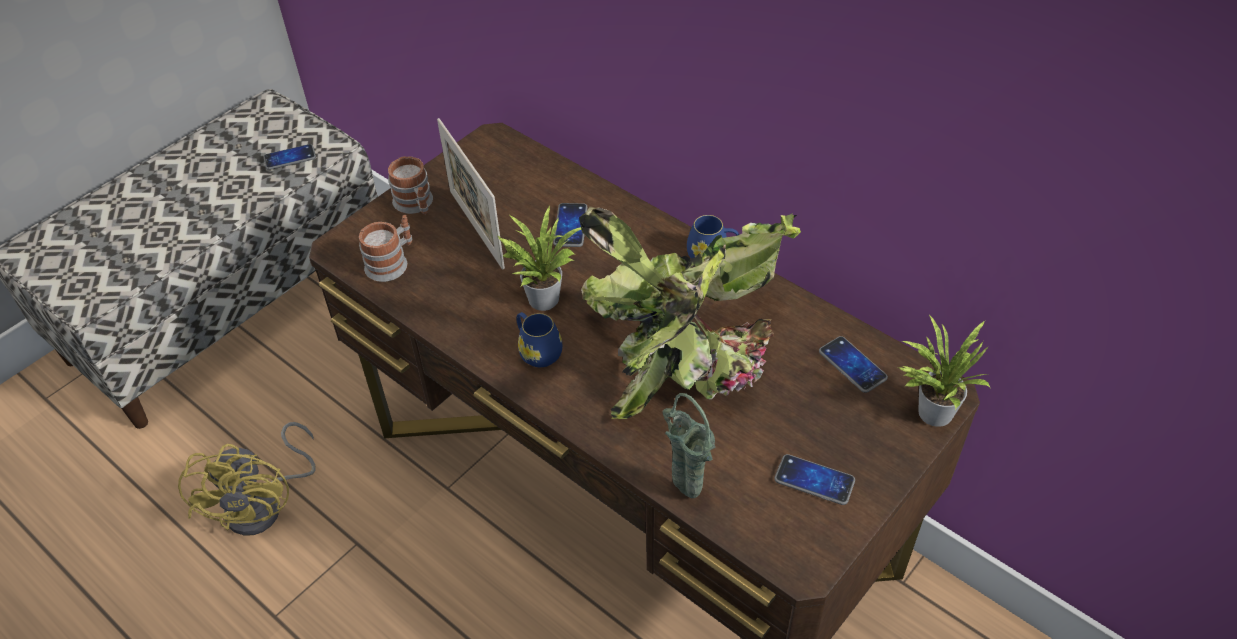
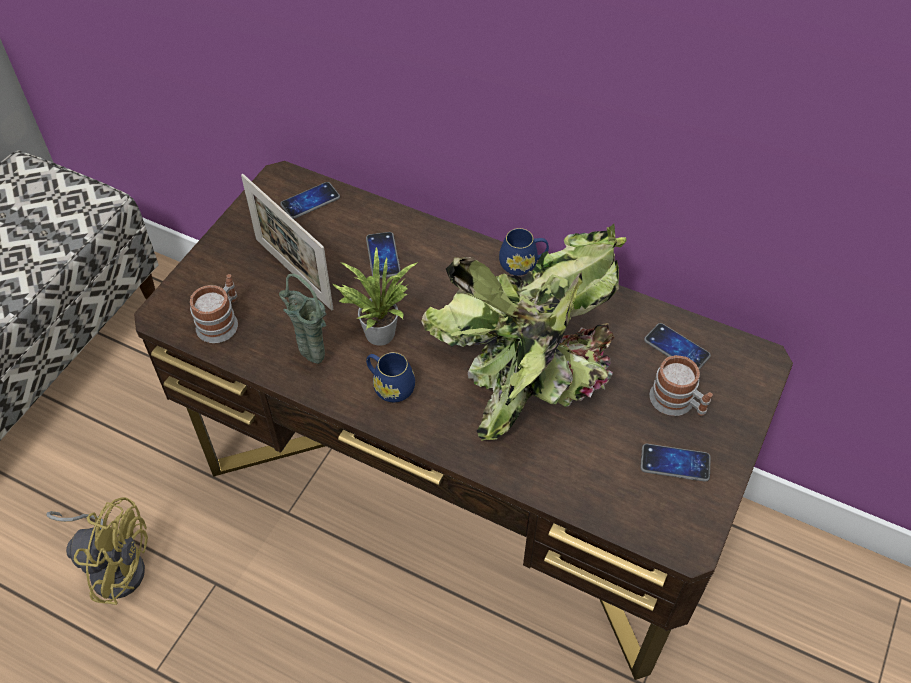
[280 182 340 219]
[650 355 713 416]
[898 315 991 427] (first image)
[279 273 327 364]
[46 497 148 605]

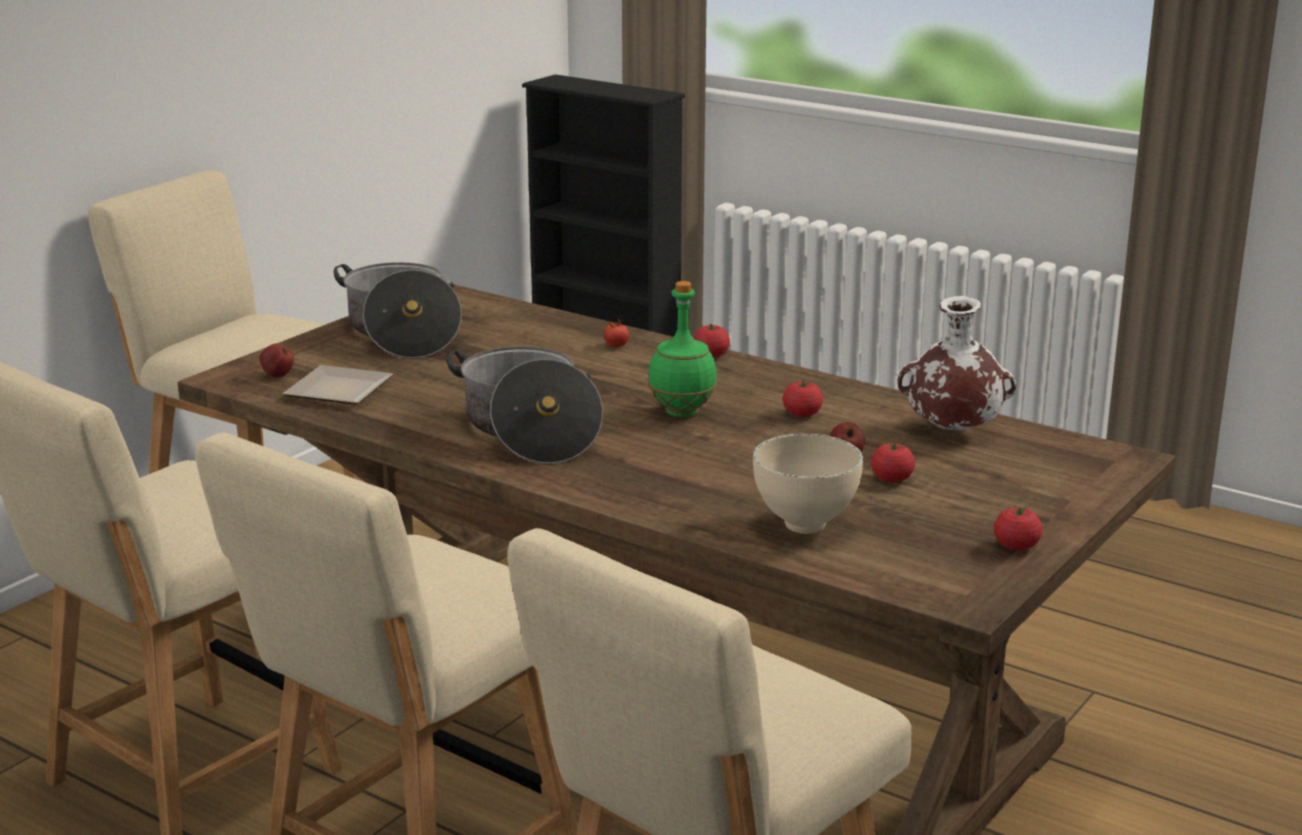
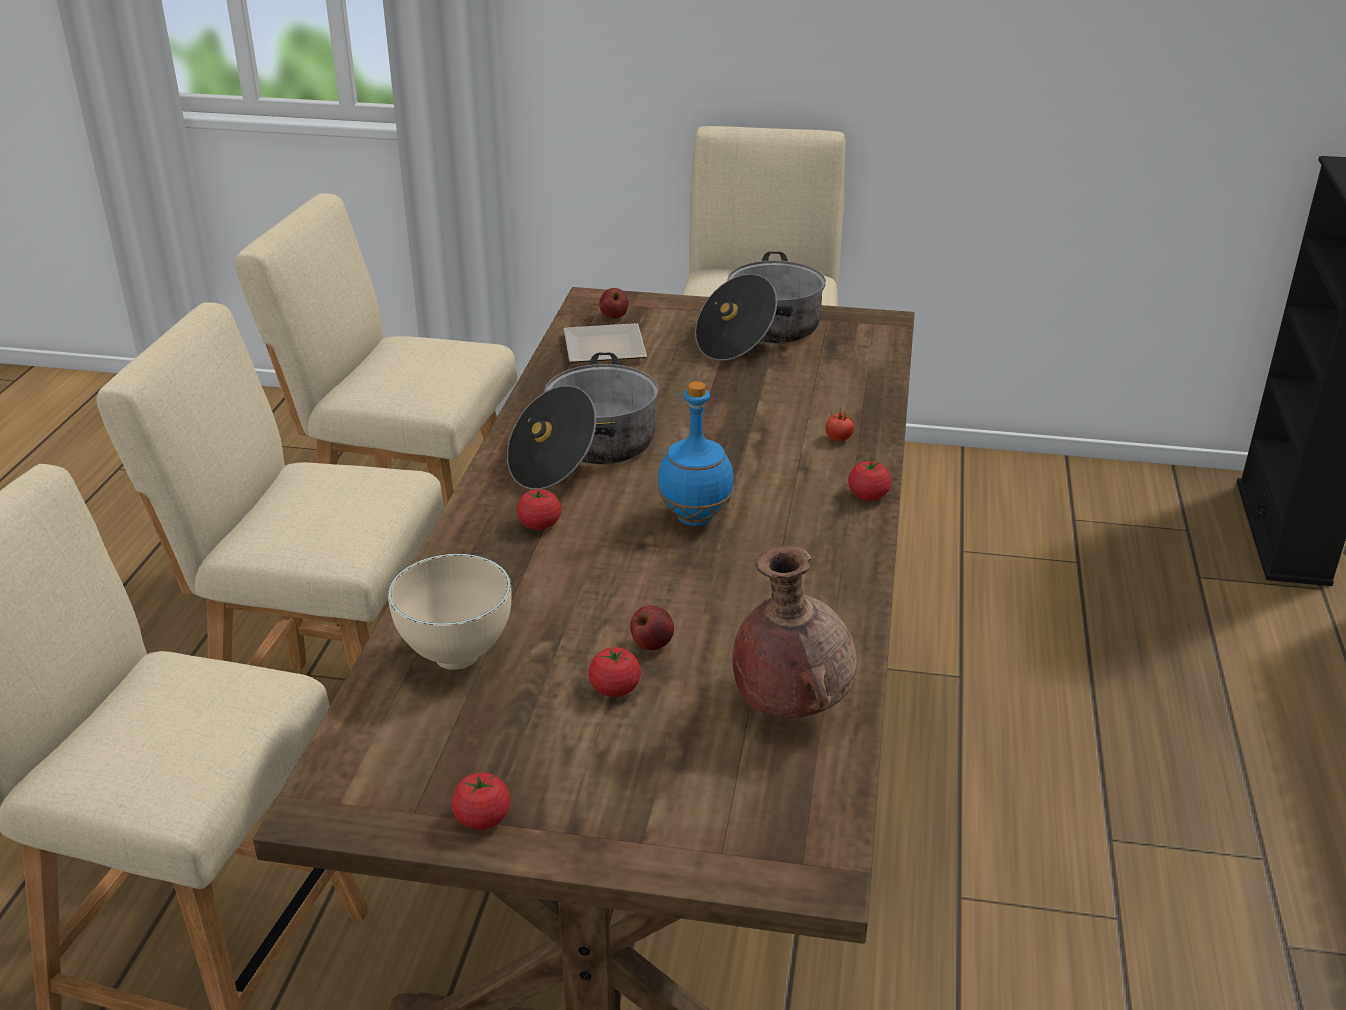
[657 381 734 526]
[732 546 857 718]
[517 488 561 530]

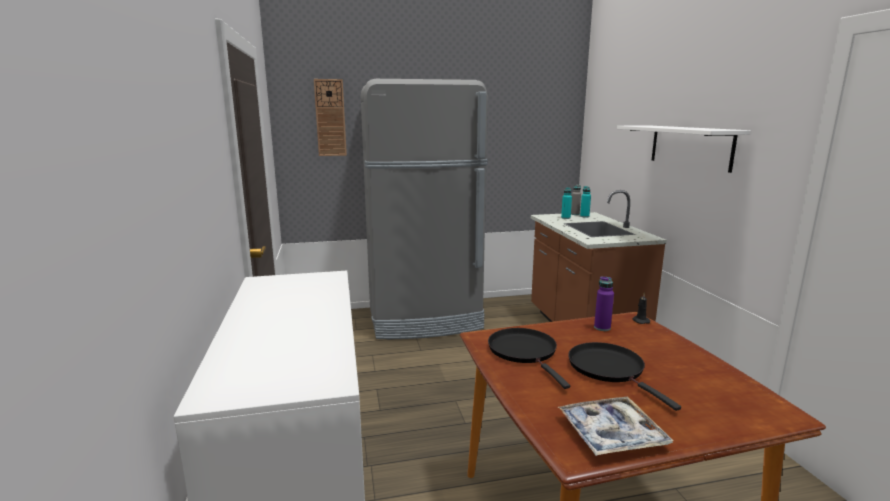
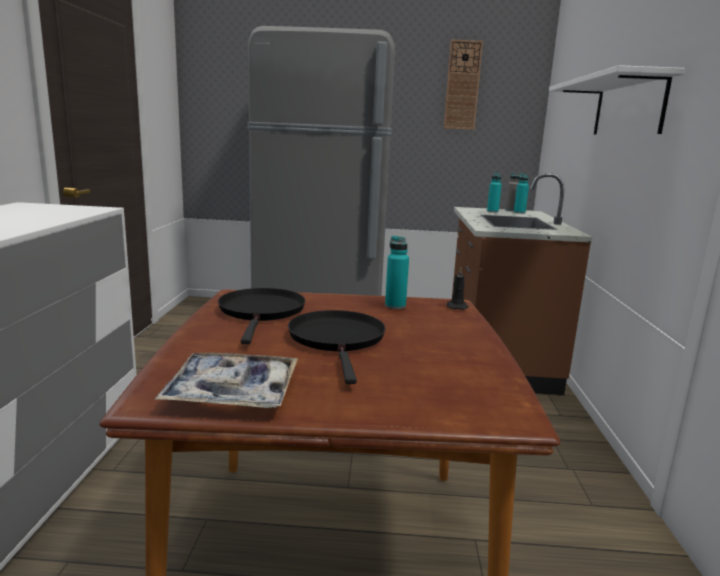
[444 40 483 130]
[385 236 409 309]

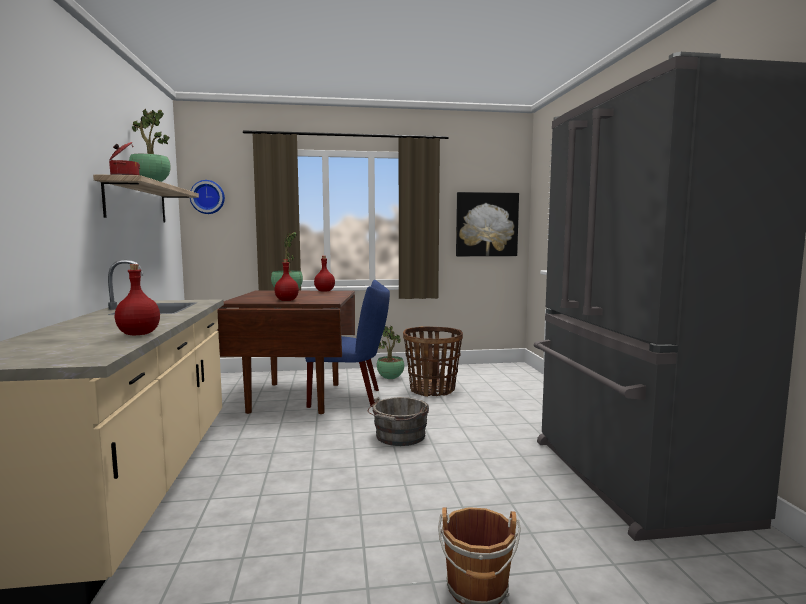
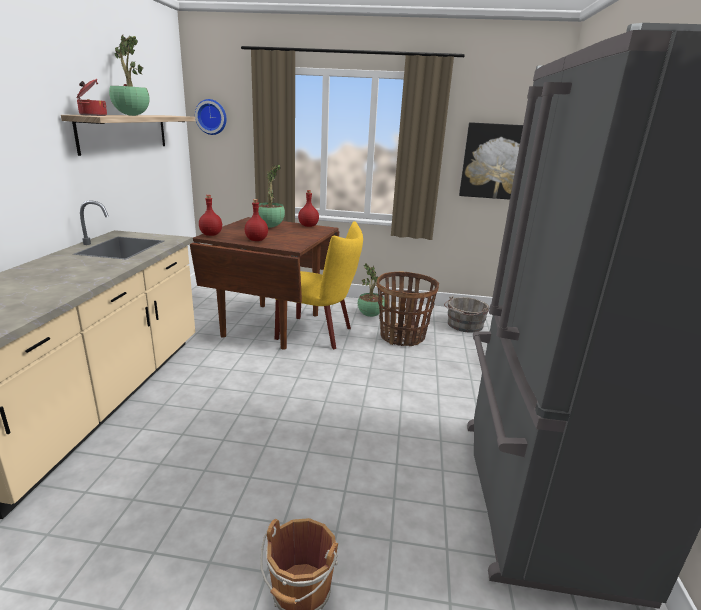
[199 195 222 236]
[275 221 363 349]
[444 295 489 333]

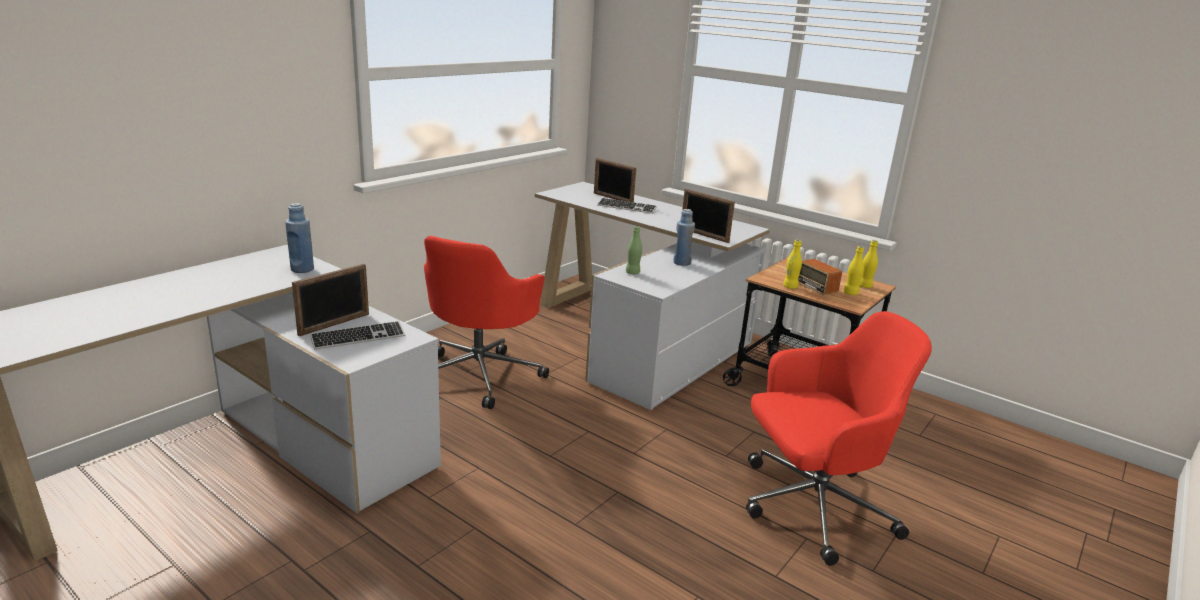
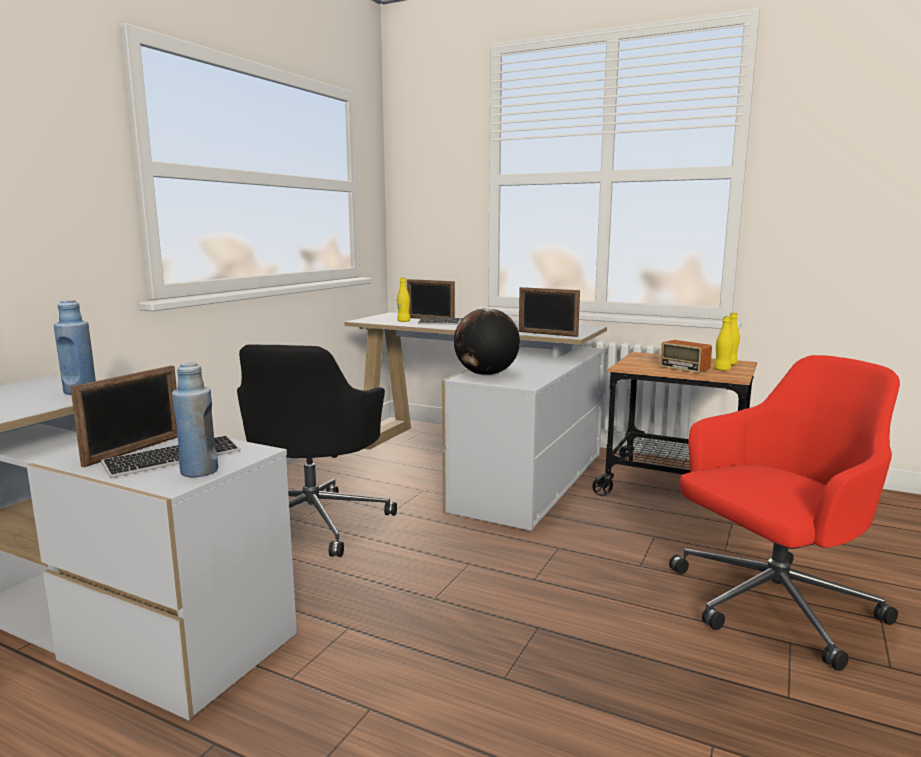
[172 363 218 477]
[454 308 520 375]
[237 344 397 557]
[397 278 411 322]

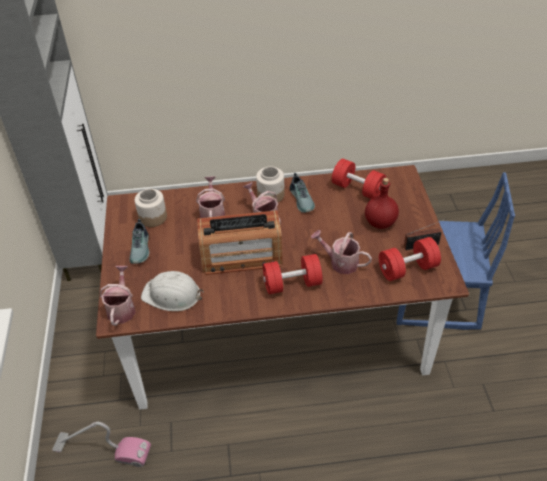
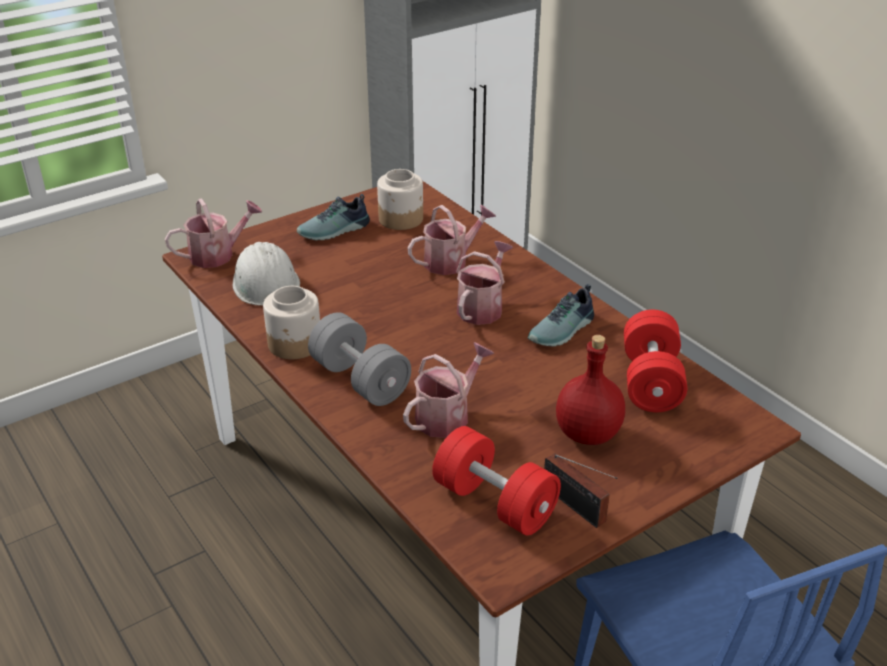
[263 286 320 359]
[197 210 283 275] (first image)
[403 342 494 438]
[308 312 411 406]
[52 422 151 467] (first image)

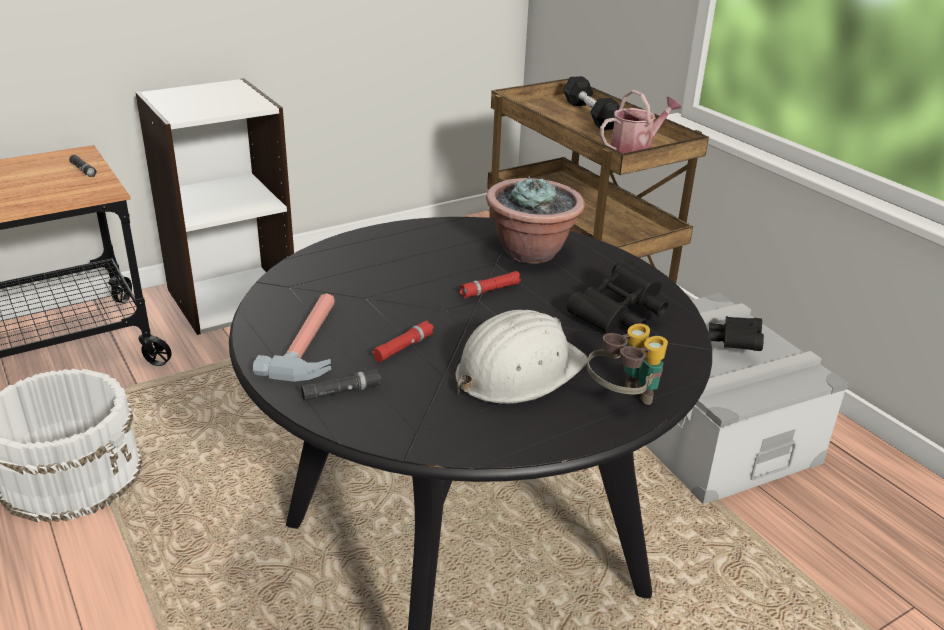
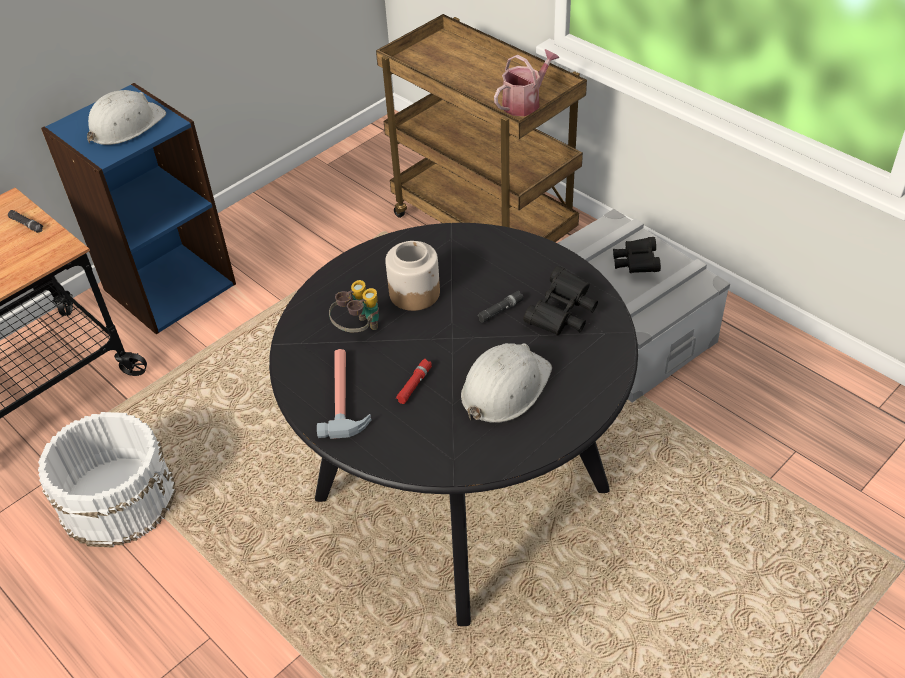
[563 76 619 130] (first image)
[41 83 236 335]
[486 176 585 264] (first image)
[460 271 521 299] (first image)
[329 280 379 332]
[478 291 524 323]
[87 90 166 145]
[385 241 440 311]

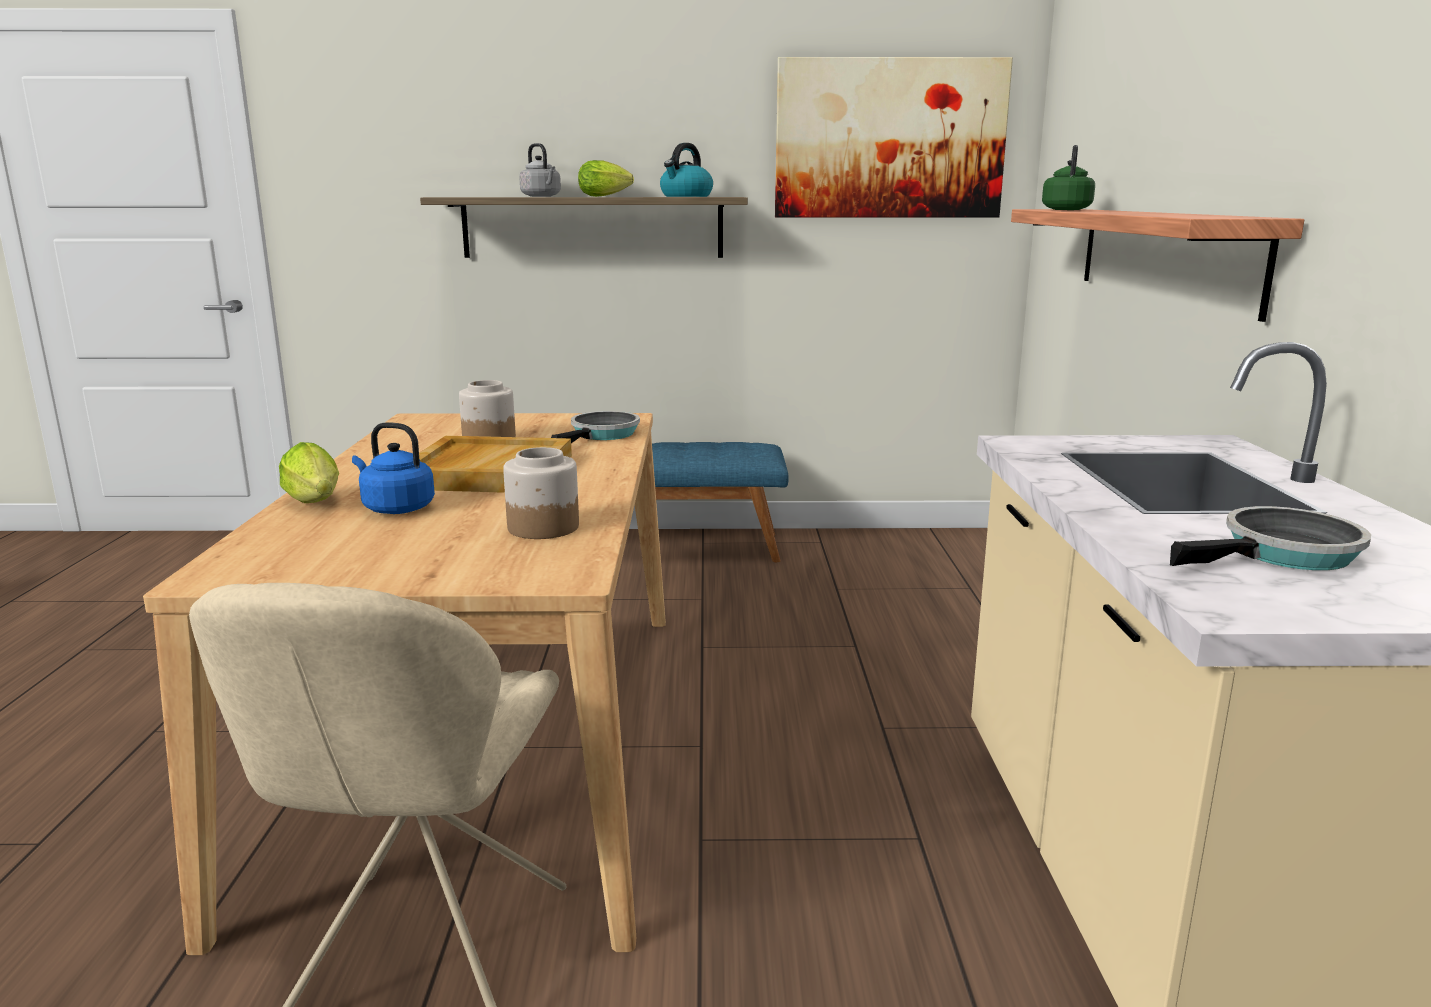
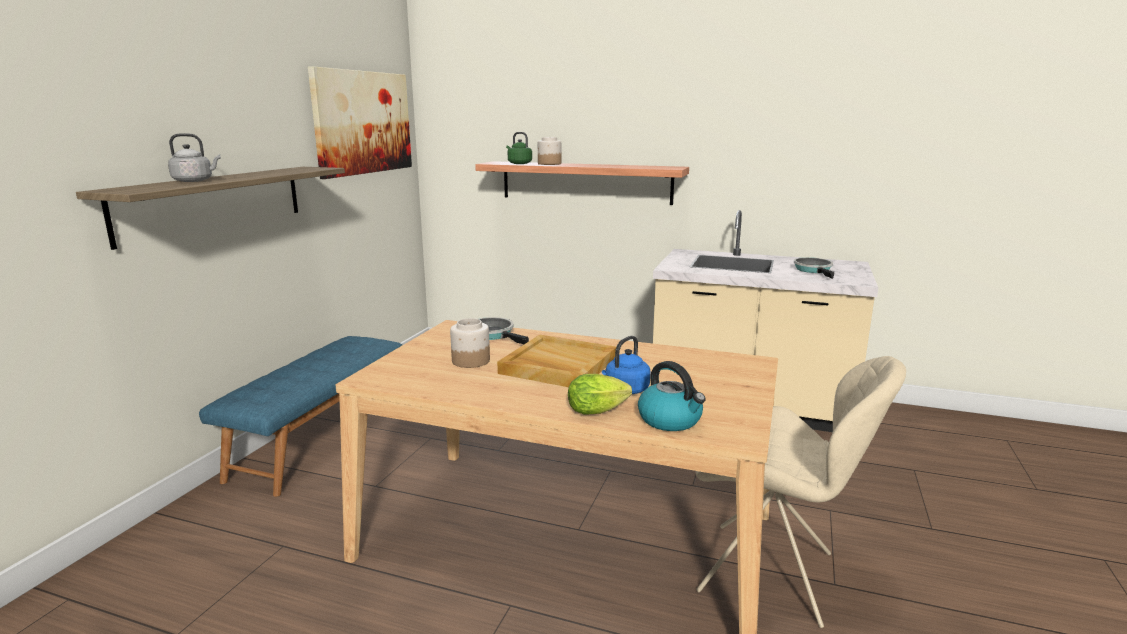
[638 361 706 431]
[578 160 634 197] (first image)
[538 137 561 165]

